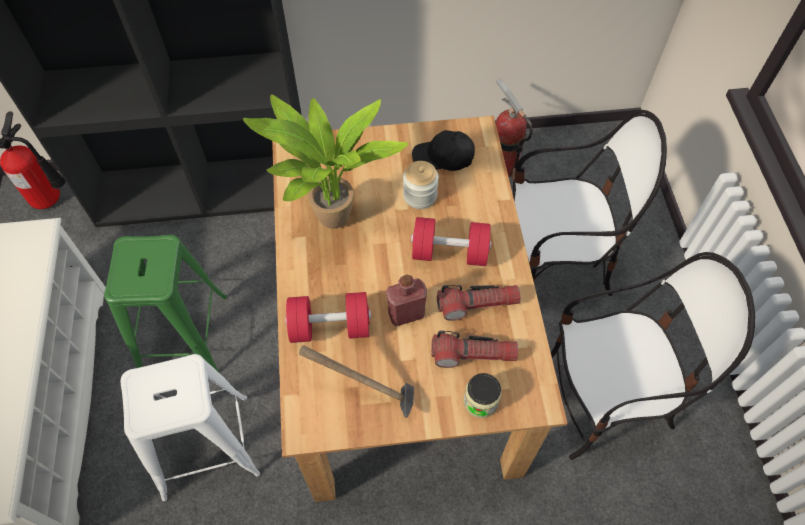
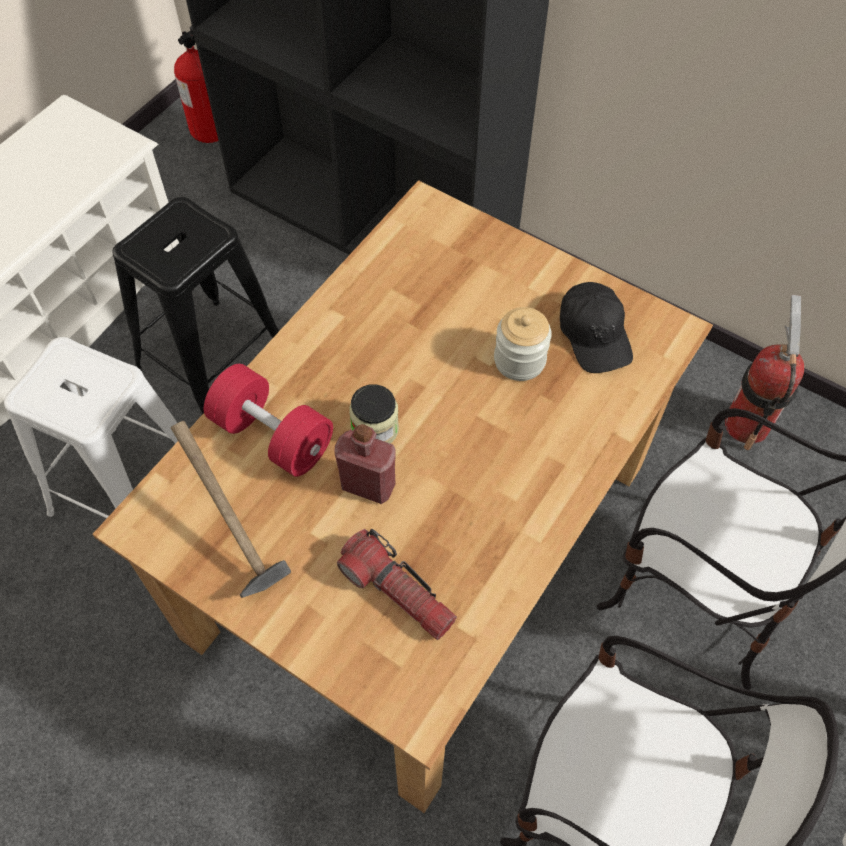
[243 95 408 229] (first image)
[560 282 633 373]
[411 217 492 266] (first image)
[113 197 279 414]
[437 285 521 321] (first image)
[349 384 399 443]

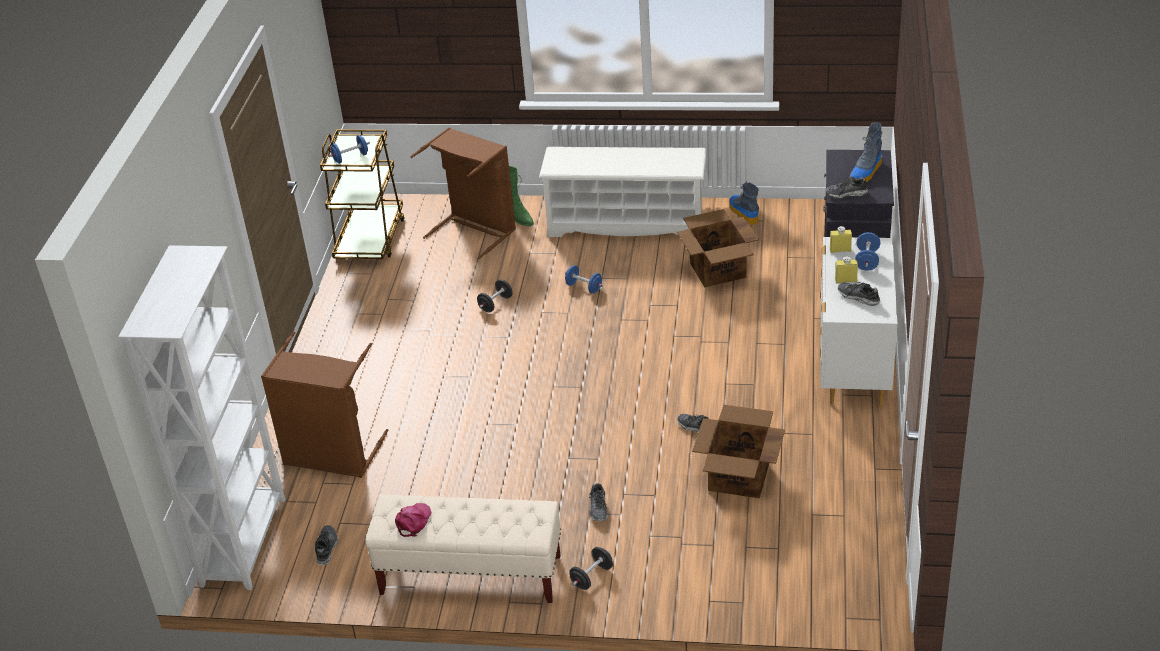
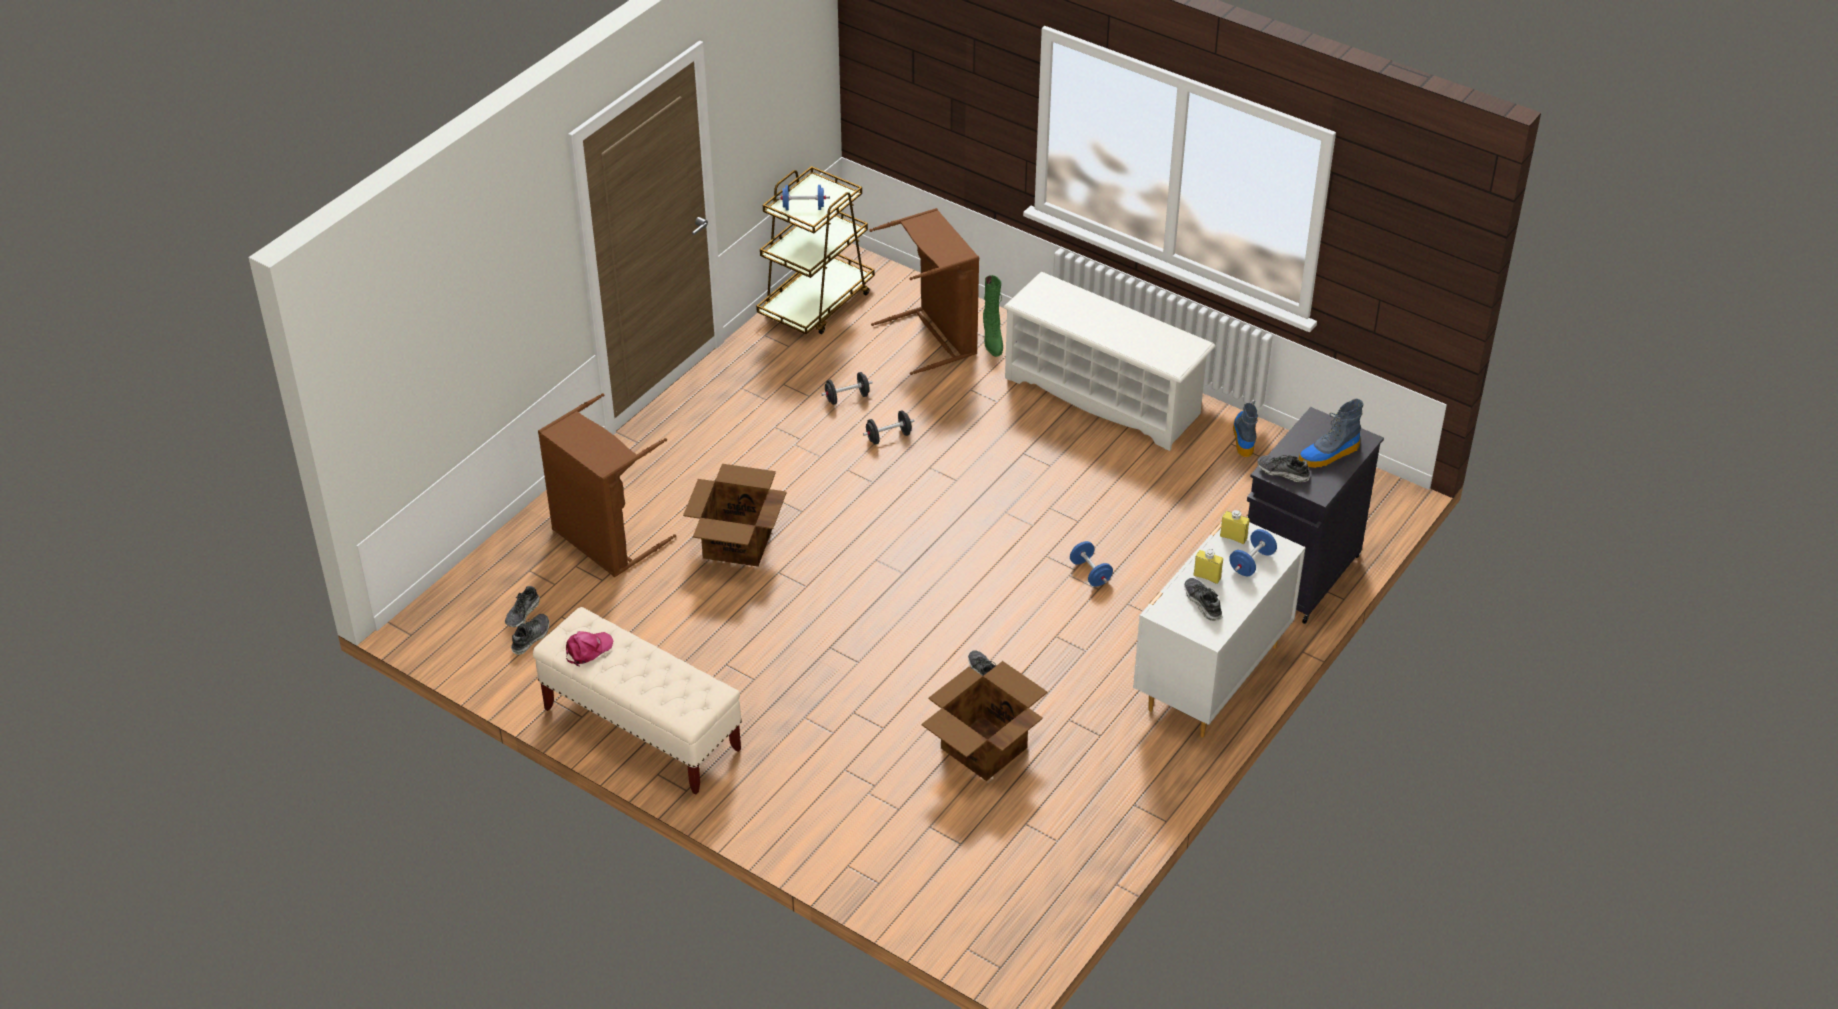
[683 464 787 567]
[118 245 285 590] (first image)
[1070 541 1113 586]
[505 586 540 627]
[821 372 873 405]

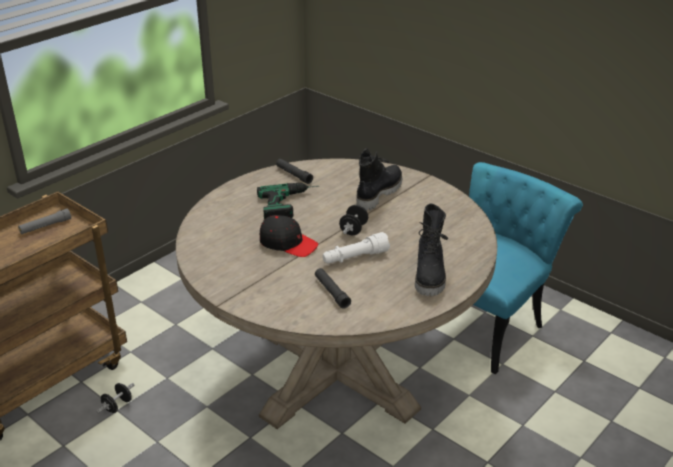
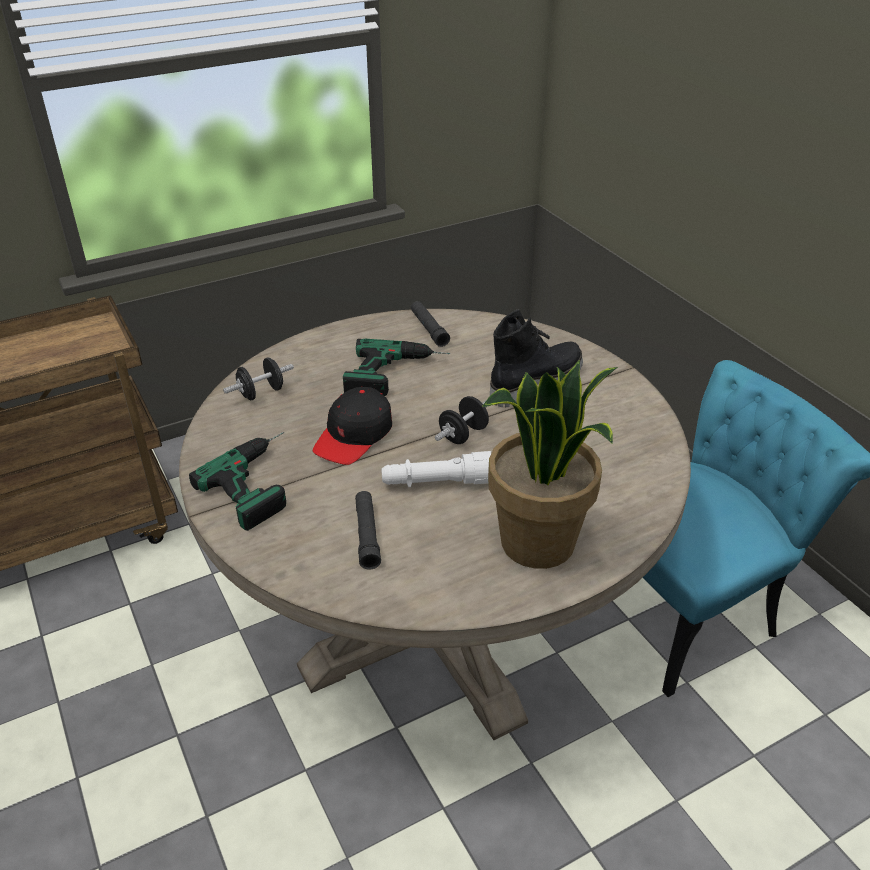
[483 360 618 569]
[18 209 71 234] (first image)
[313 387 392 465]
[223 357 294 400]
[189 432 286 531]

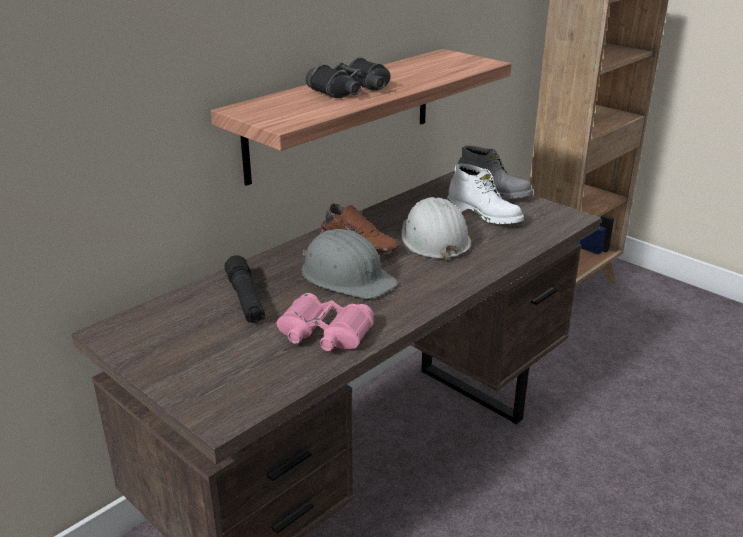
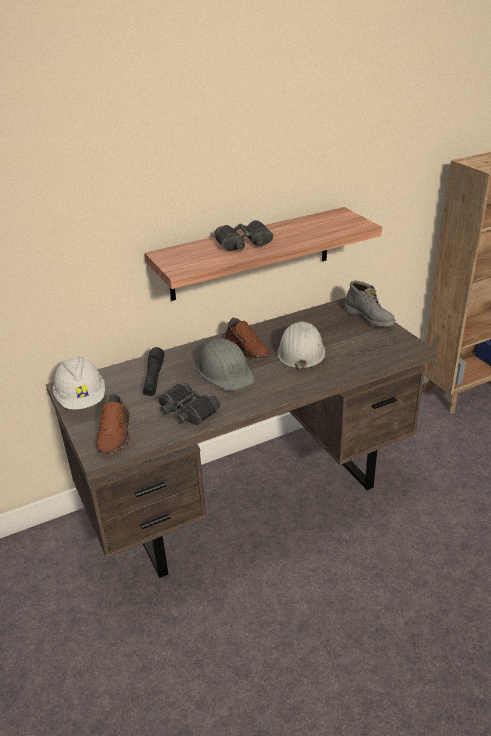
[447 164 524 224] (first image)
[158 382 220 425]
[53 356 105 410]
[96 394 130 454]

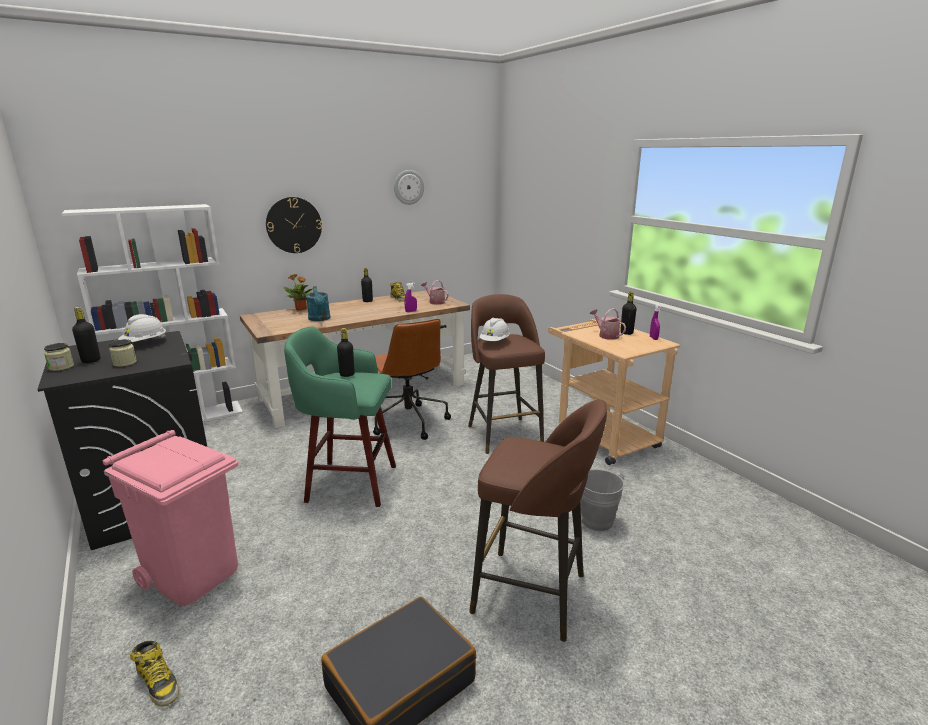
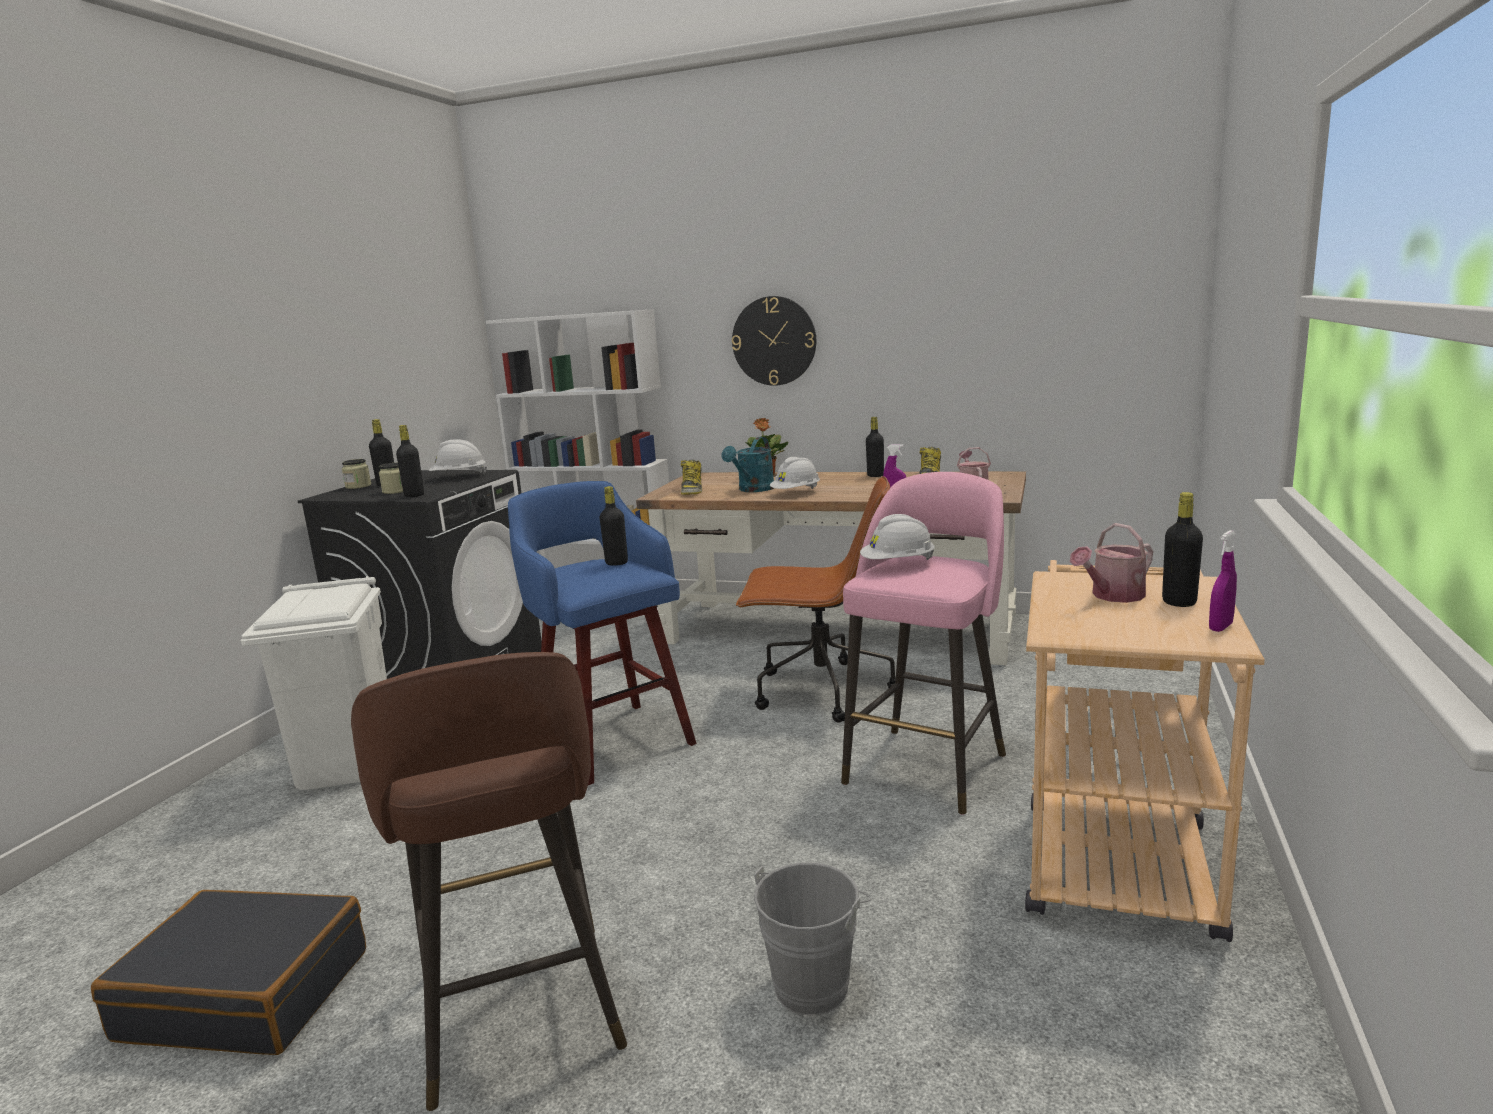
[394 170 424 205] (first image)
[841 472 1006 815]
[1070 523 1153 603]
[736 476 896 723]
[508 481 696 785]
[241 576 387 790]
[681 460 702 495]
[396 425 424 497]
[770 457 820 489]

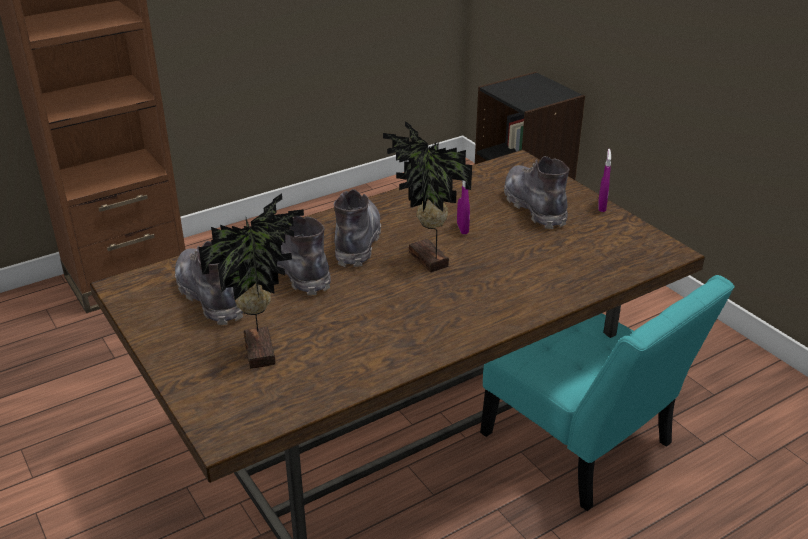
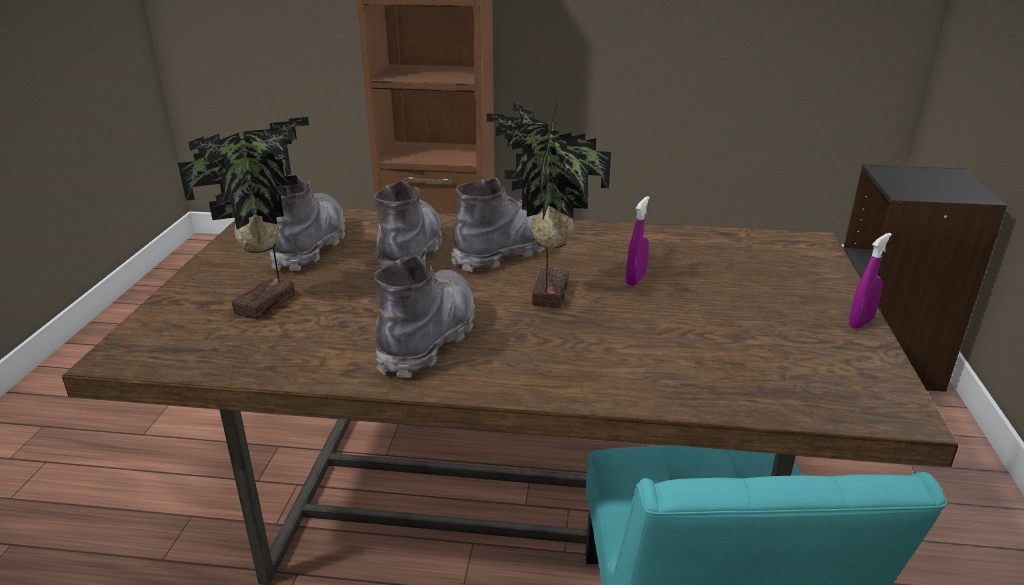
[373 255 475 378]

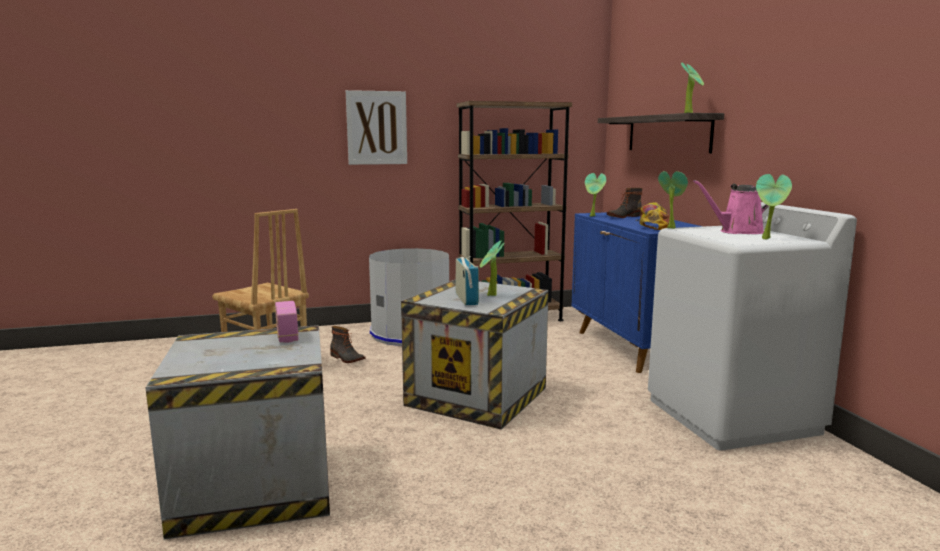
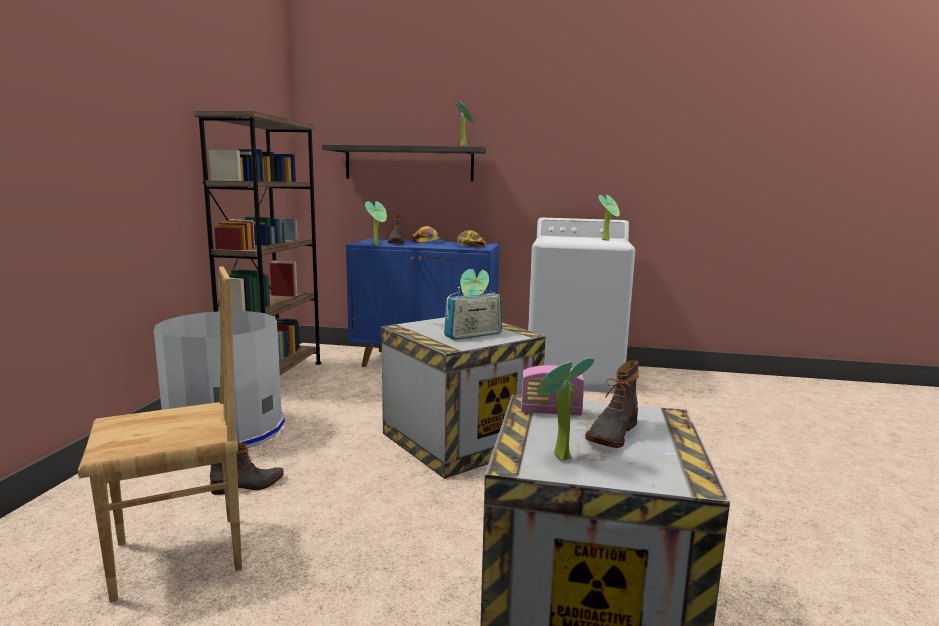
[346 90 407 165] (first image)
[537 358 594 461]
[693 180 769 234] (first image)
[444 287 502 340]
[585 360 639 448]

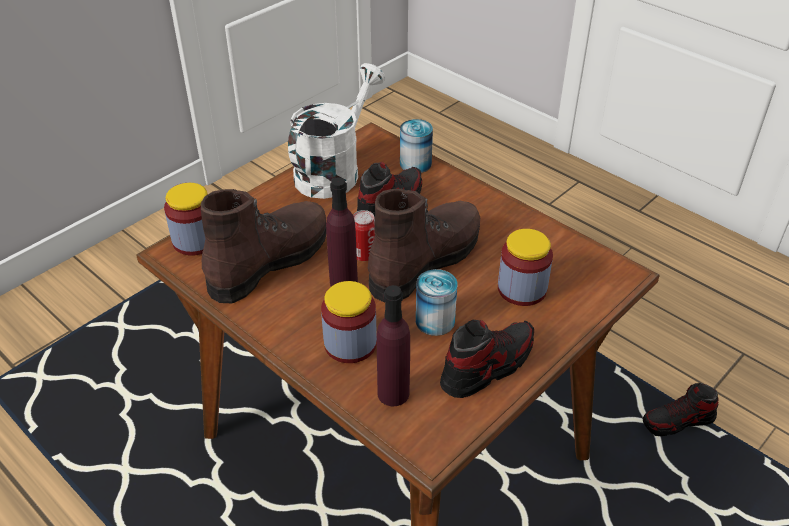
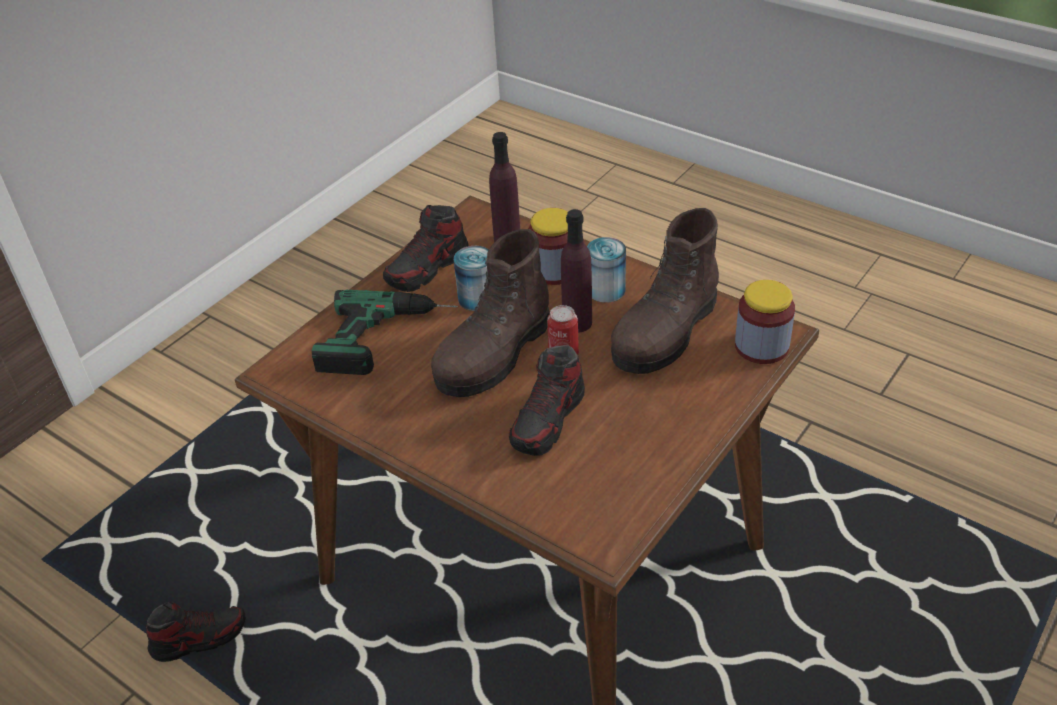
[288 63 385 199] (first image)
[587 237 626 303]
[311 290 458 375]

